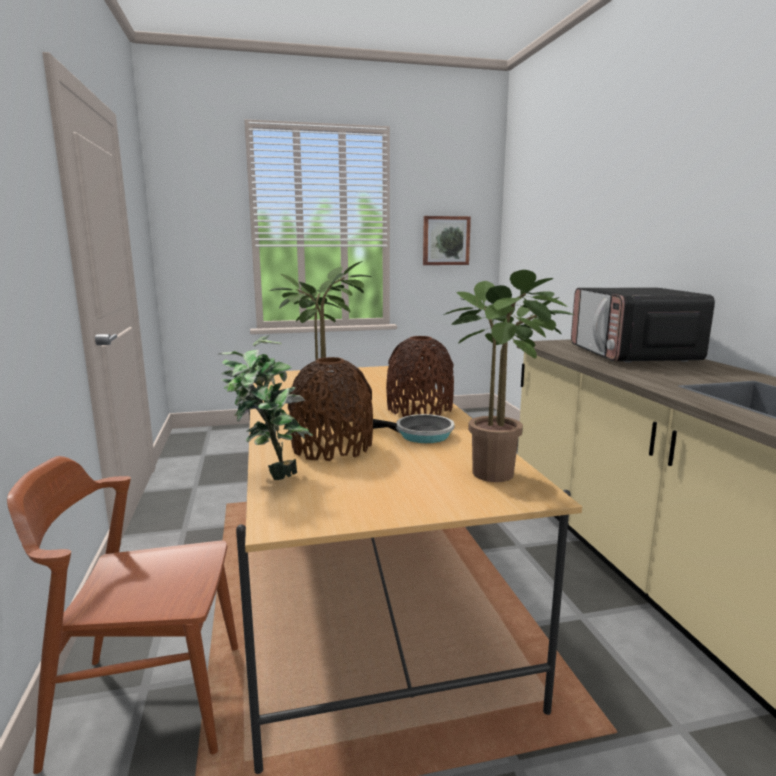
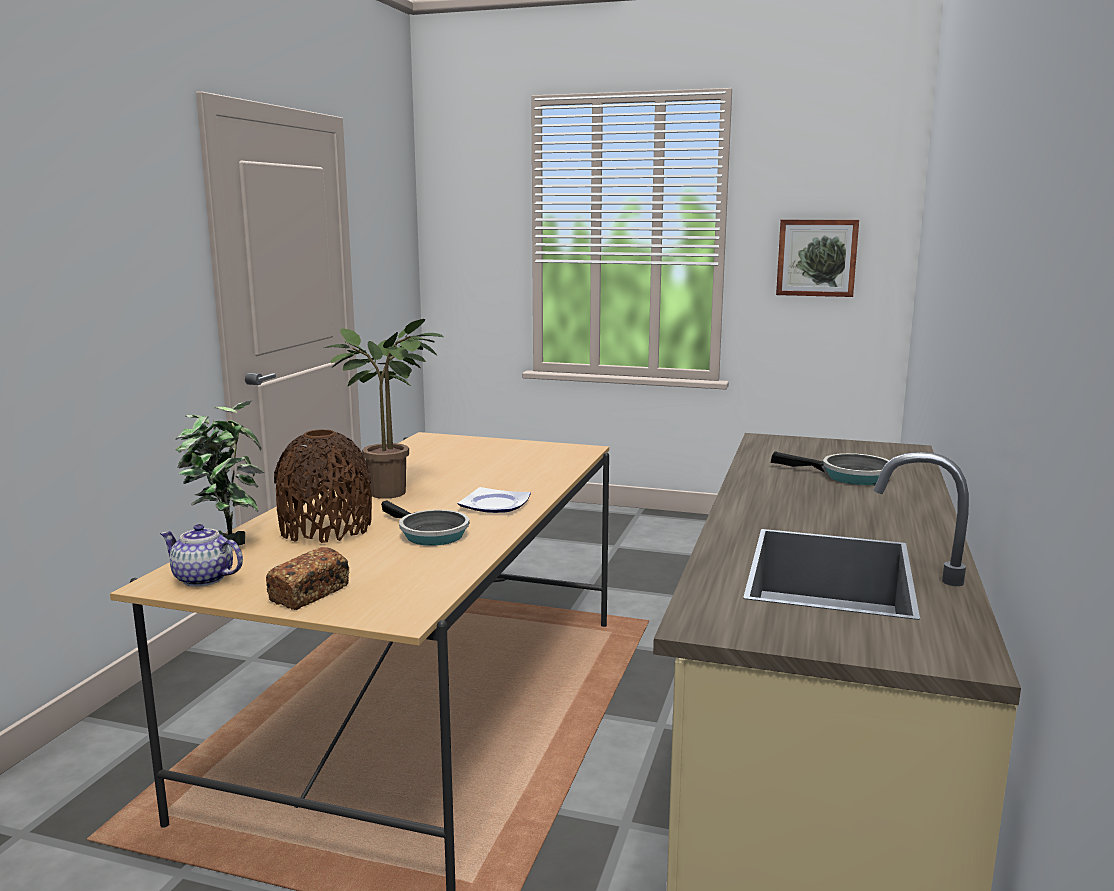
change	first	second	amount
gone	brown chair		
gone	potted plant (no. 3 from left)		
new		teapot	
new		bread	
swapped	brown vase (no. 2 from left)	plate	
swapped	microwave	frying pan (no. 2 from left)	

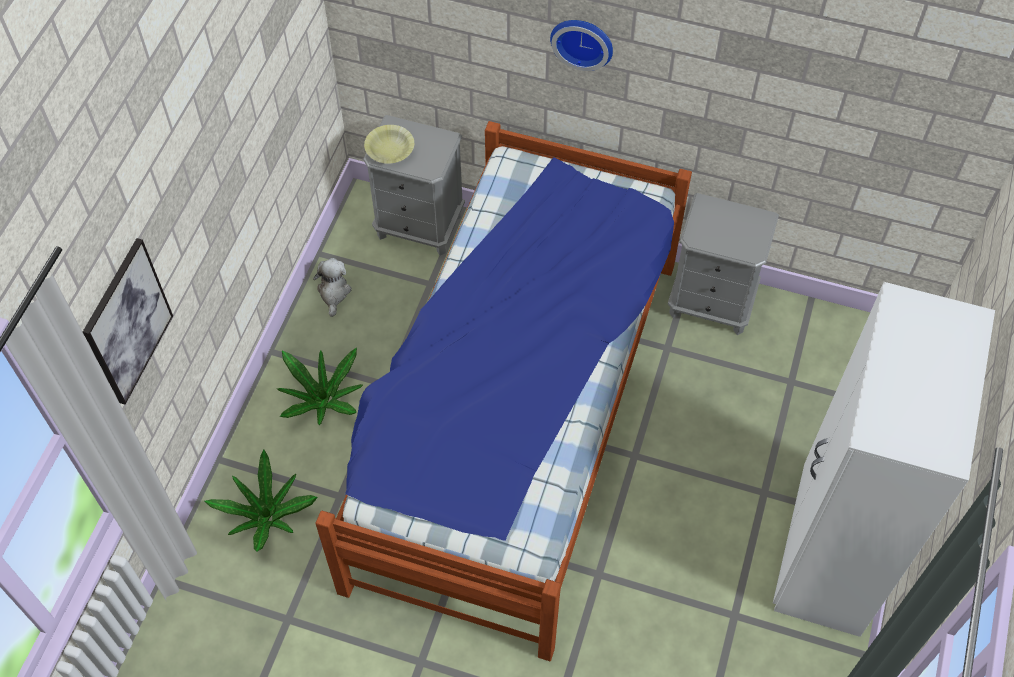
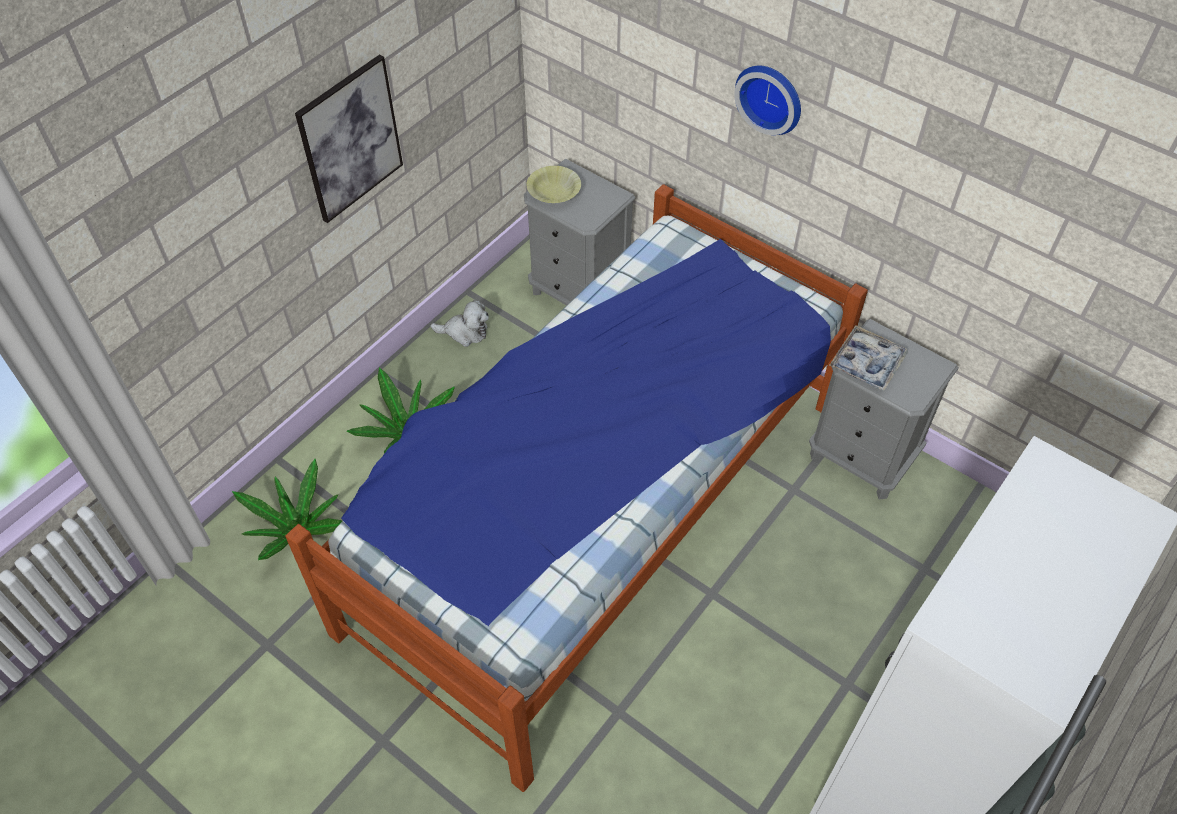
change	first	second	amount
new		tray	
shifted	picture		
rotated	plush toy		75 degrees clockwise

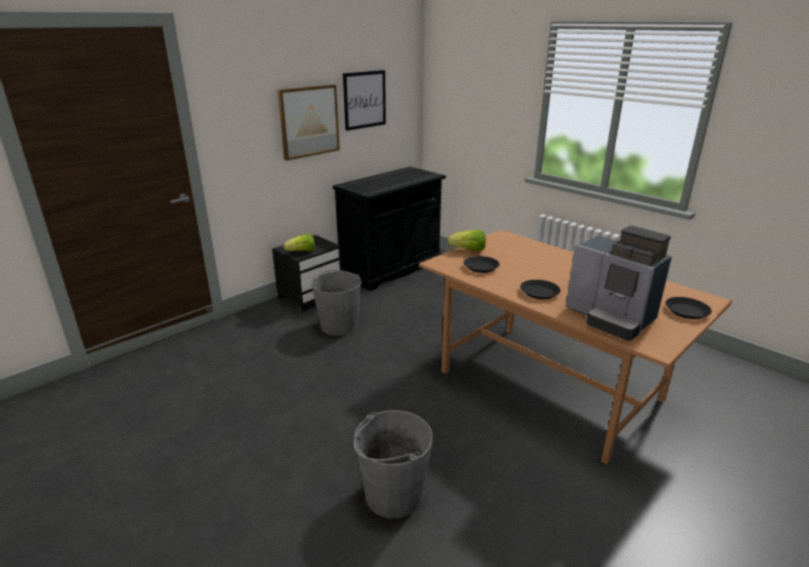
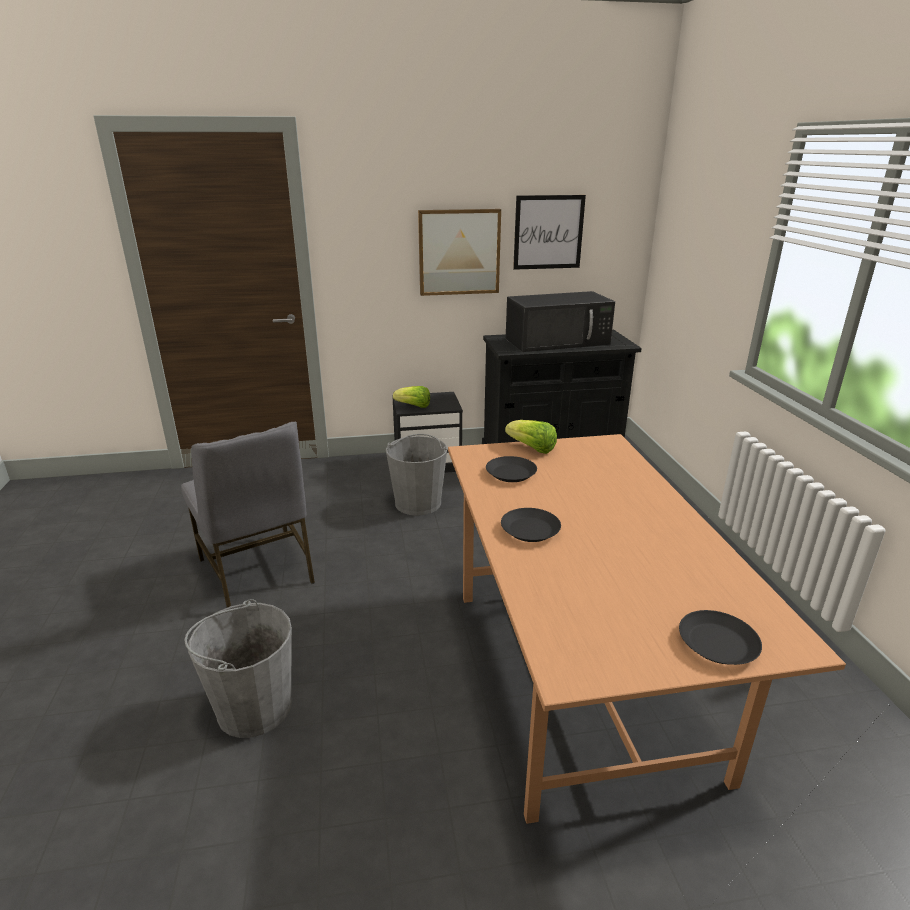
change	first	second	amount
gone	coffee machine		
new		grey chair	
new		black microwave	

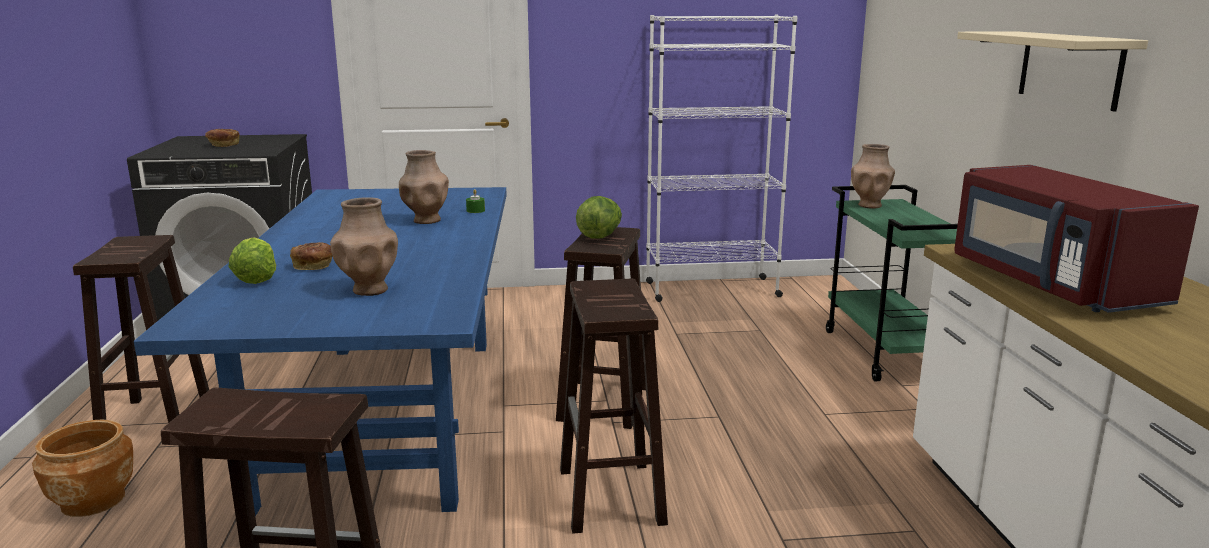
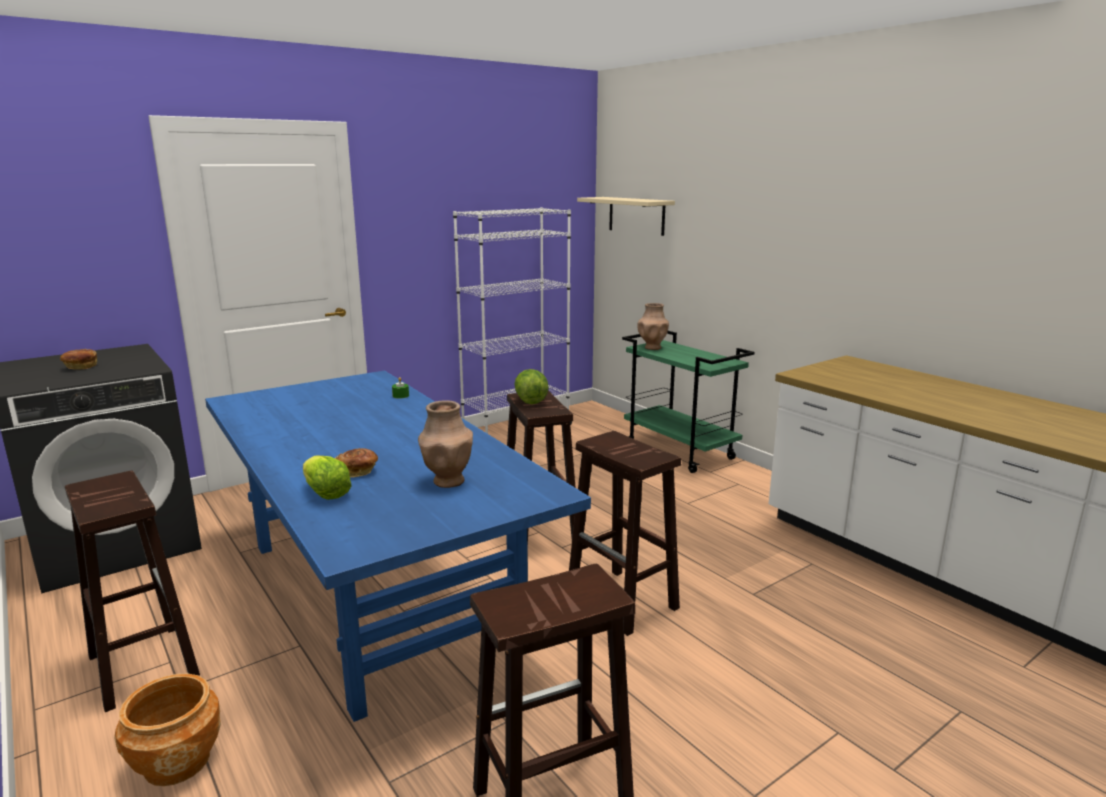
change	first	second	amount
gone	brown vase (no. 2 from left)		
gone	red microwave		
shifted	beige shelf		

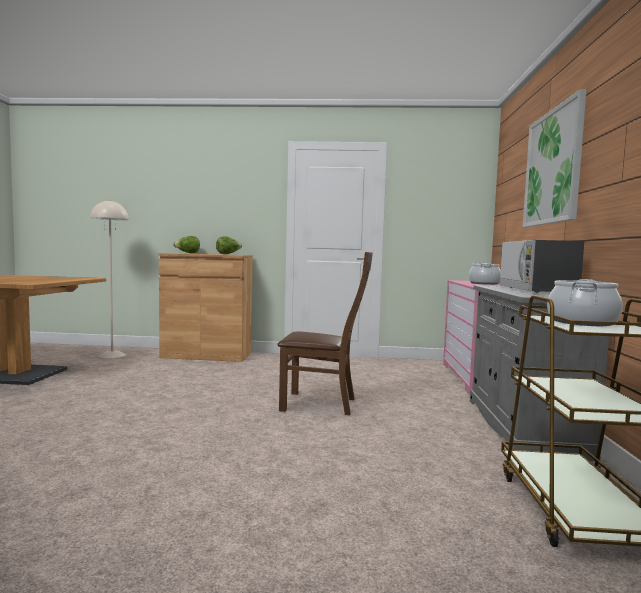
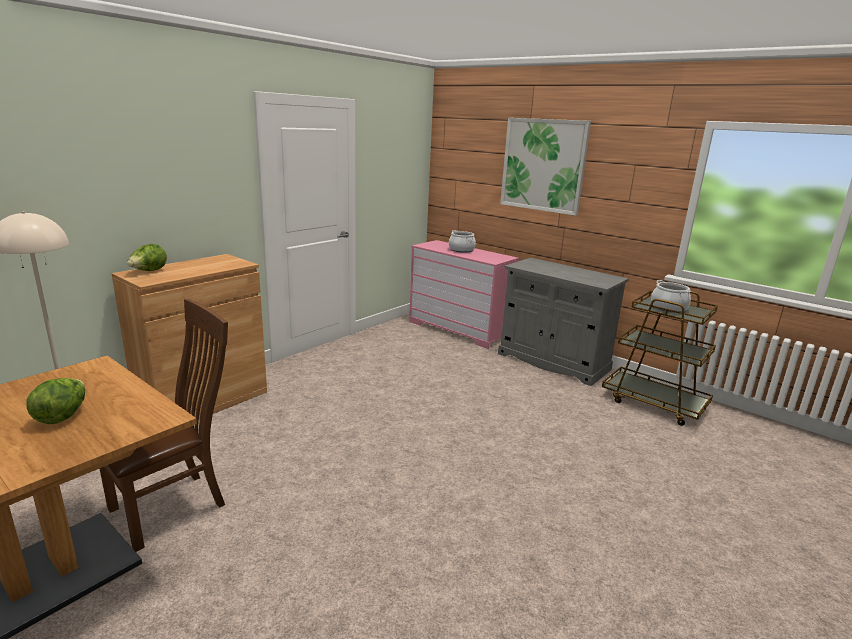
change	first	second	amount
gone	microwave		
shifted	lettuce (no. 2 from left in the first image)	lettuce (no. 1 from left)	
shifted	brown chair		

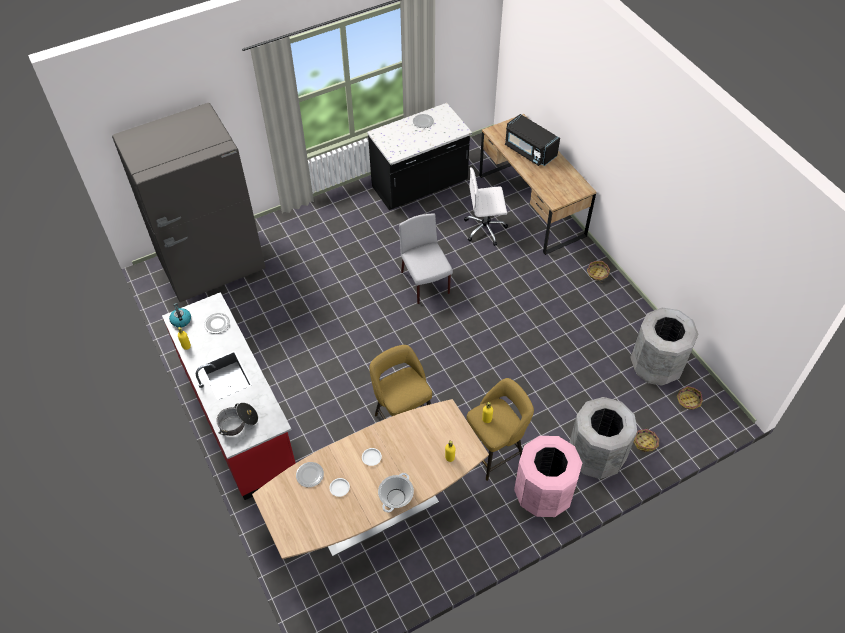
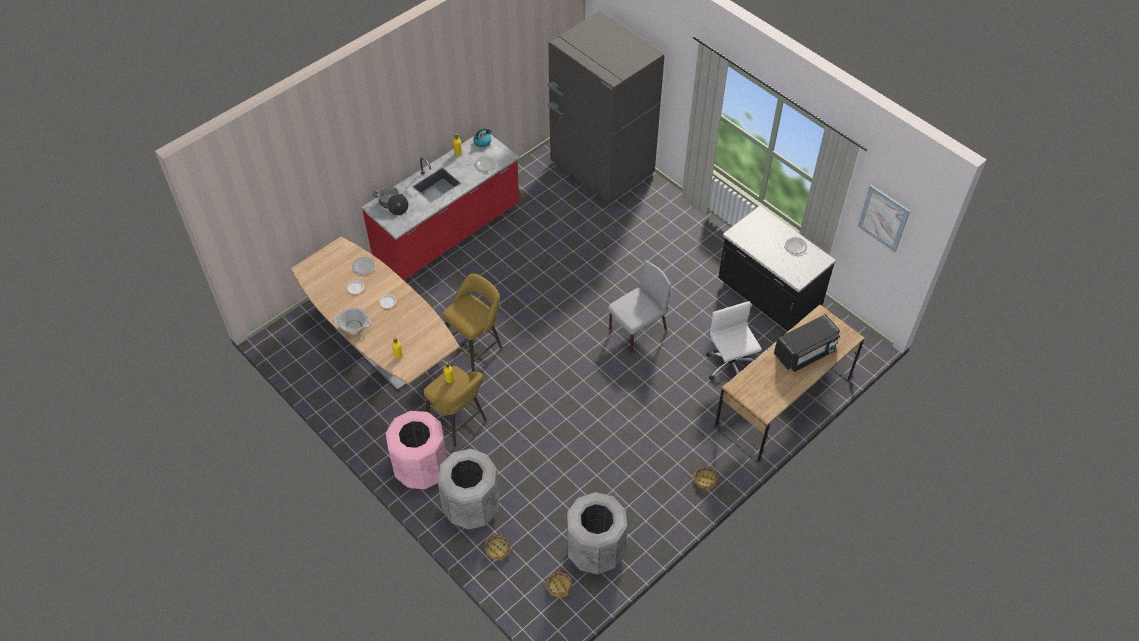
change	first	second	amount
new		picture	
rotated	black microwave		150 degrees counterclockwise

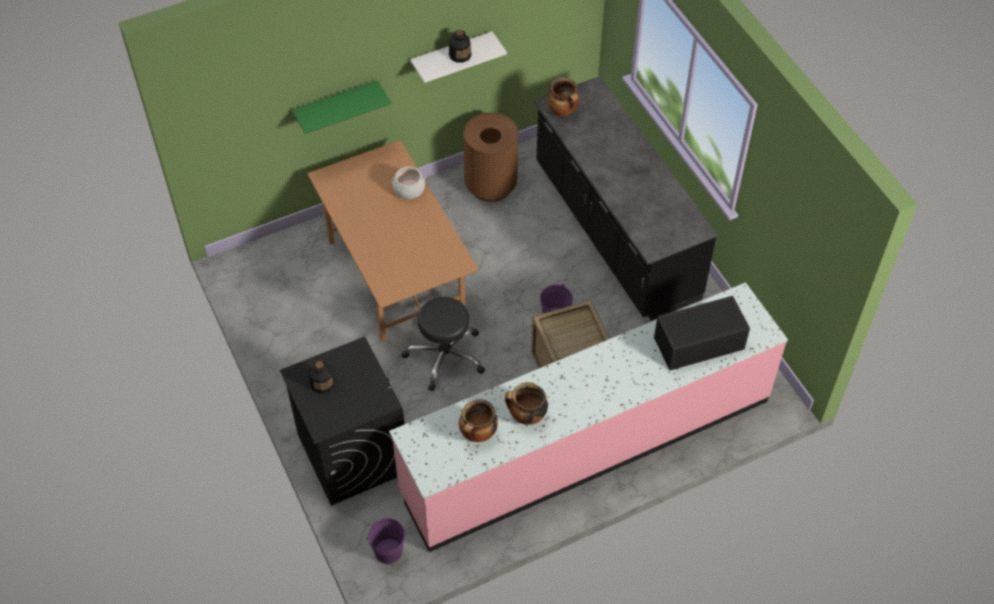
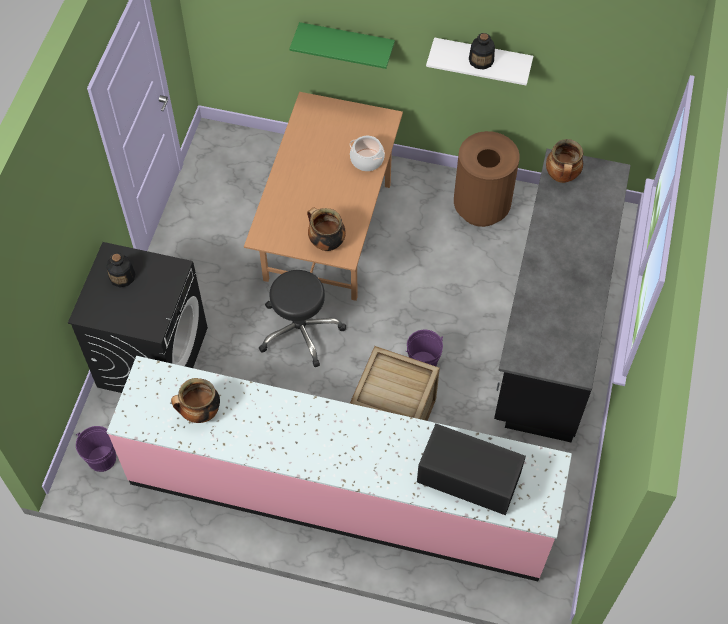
change	first	second	amount
shifted	cooking pot (no. 3 from left in the first image)	cooking pot (no. 2 from left)	

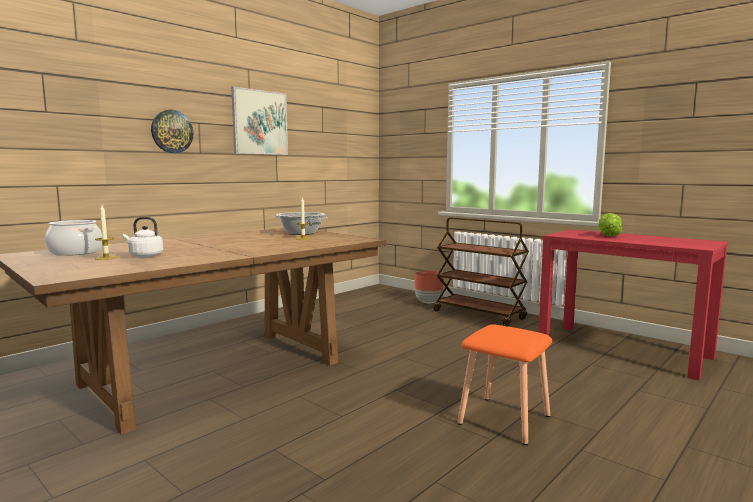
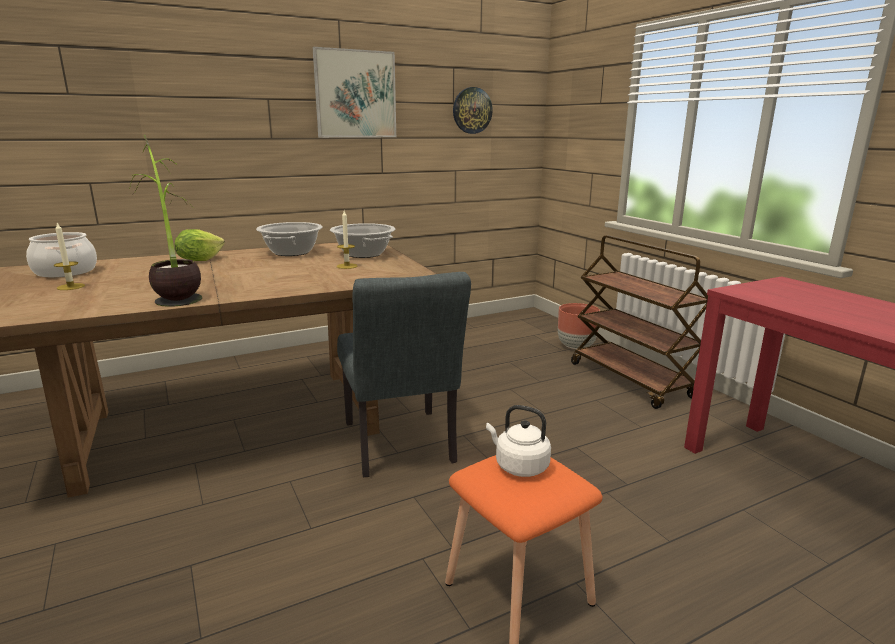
change	first	second	amount
new		potted plant	
new		cooking pot (no. 2 from left)	
new		grey chair	
shifted	white kettle		
shifted	wall clock		
shifted	lettuce		

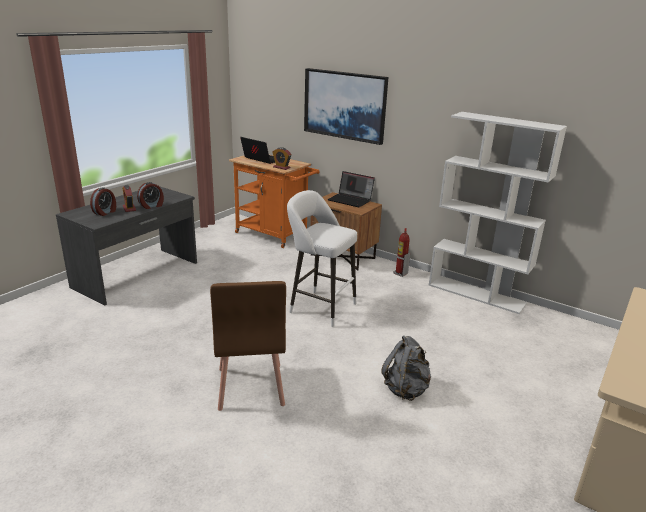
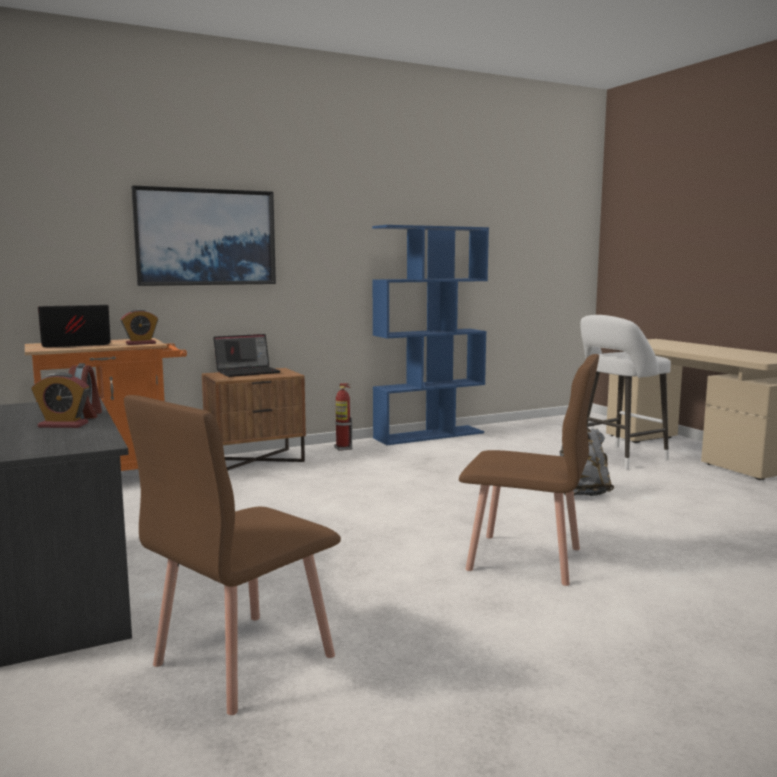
change	first	second	amount
gone	alarm clock (no. 1 from left)		
new		brown chair (no. 1 from left)	
shifted	white stool		
repainted	white bookcase	blue bookcase	

